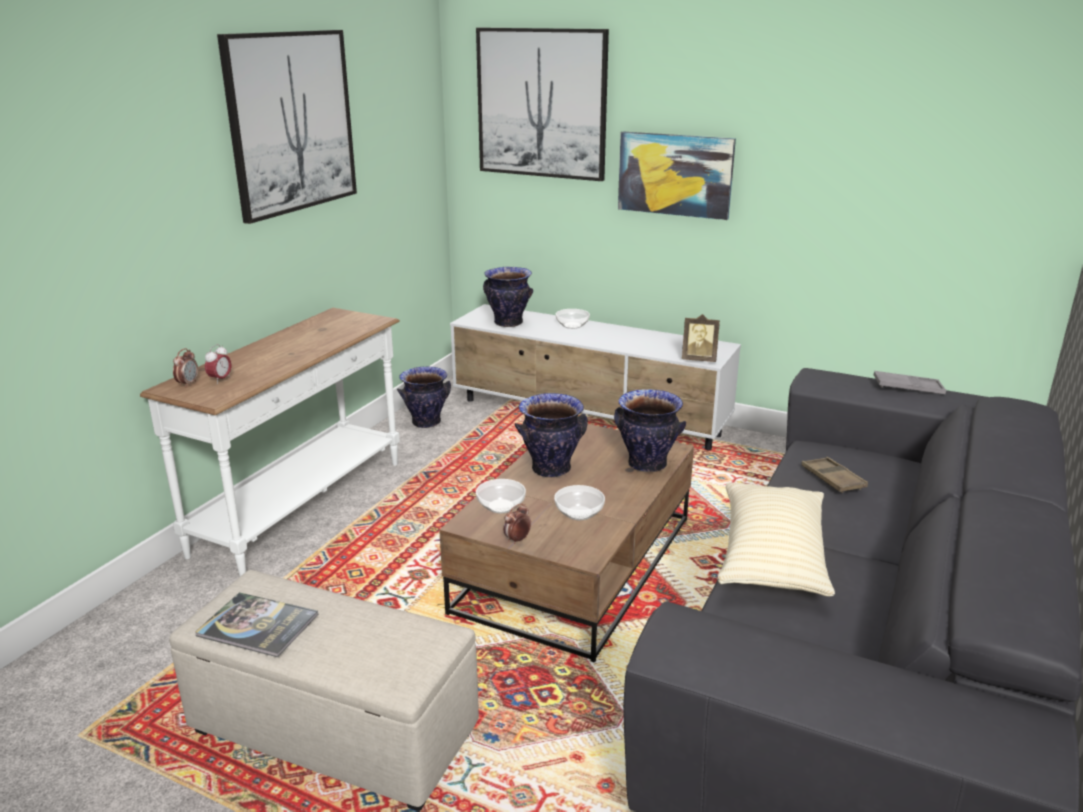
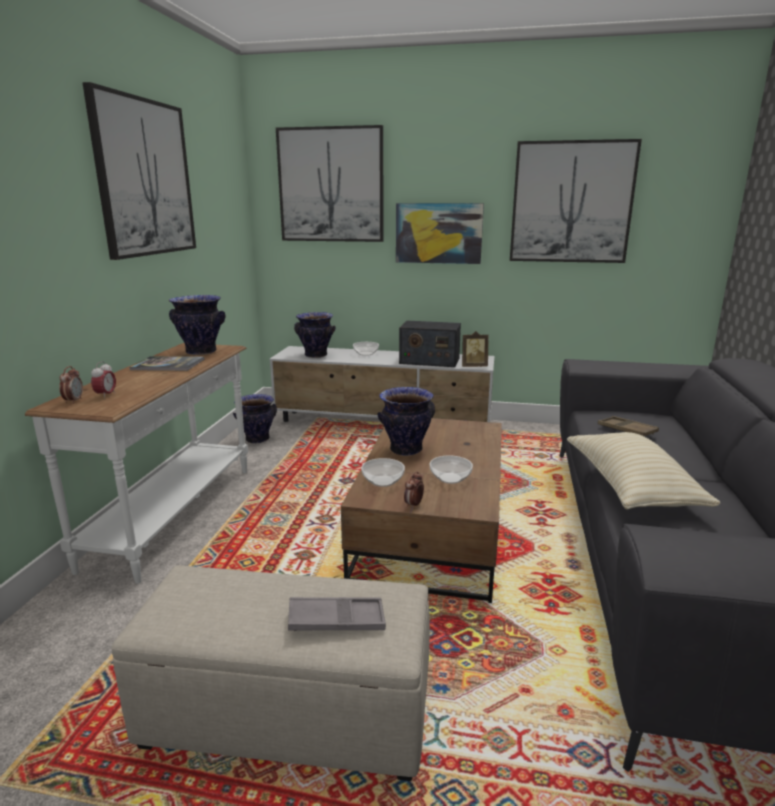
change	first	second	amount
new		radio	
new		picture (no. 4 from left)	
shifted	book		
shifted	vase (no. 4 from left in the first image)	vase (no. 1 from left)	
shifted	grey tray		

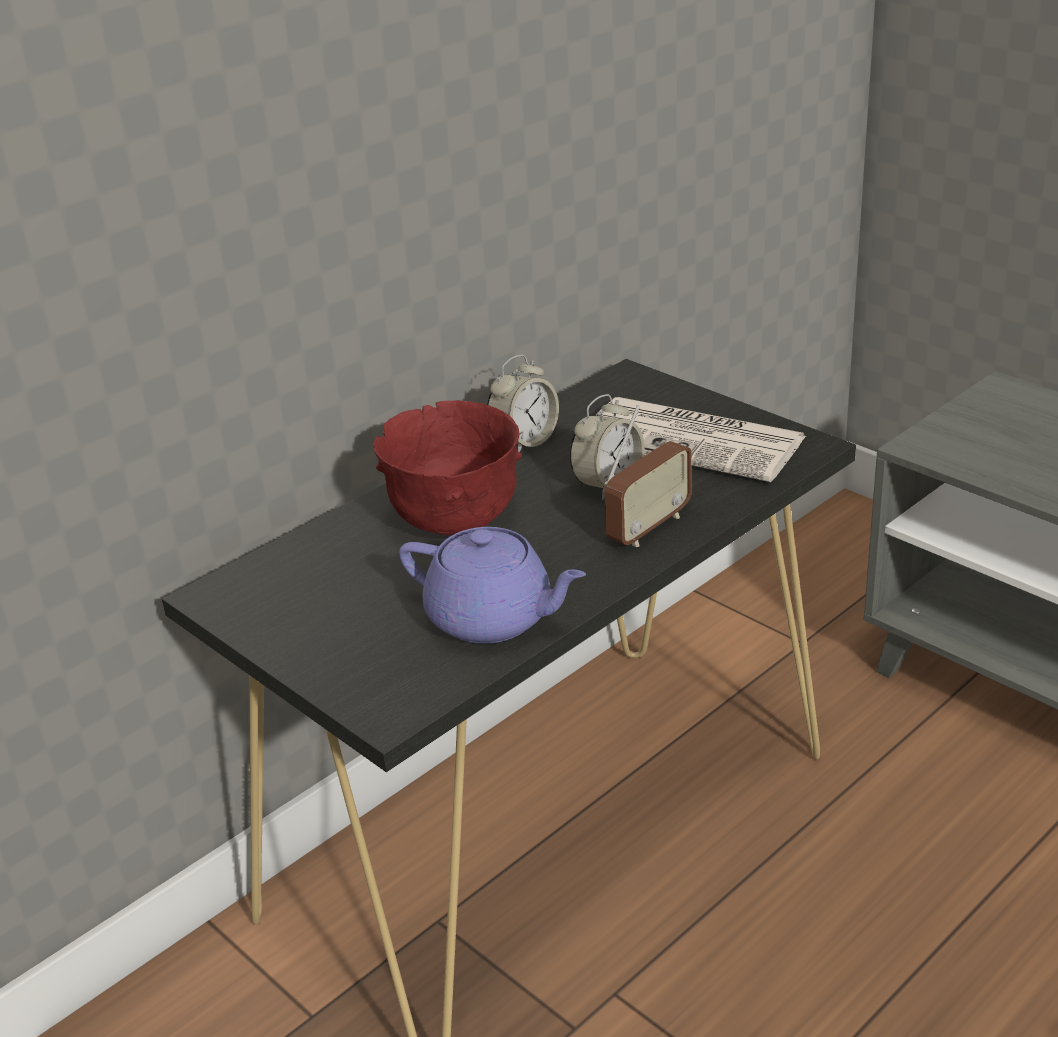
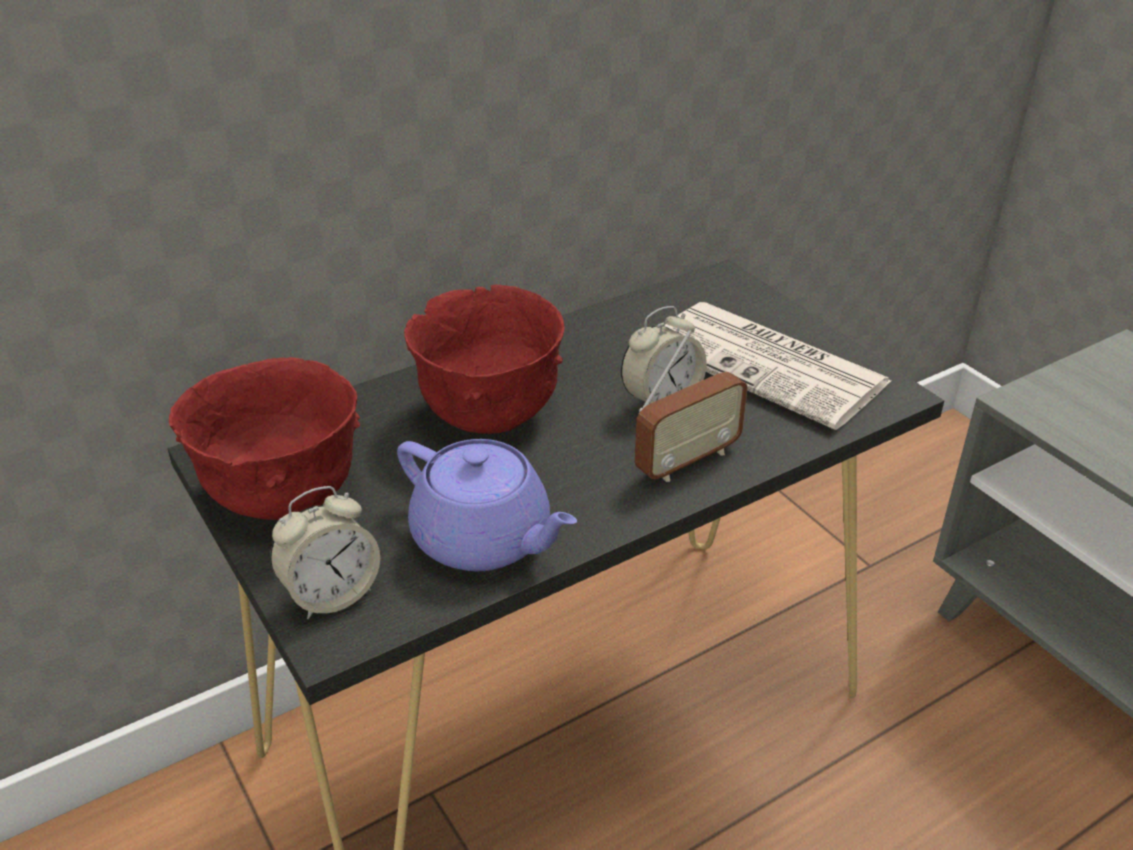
change	first	second	amount
new		red bowl (no. 1 from left)	
shifted	alarm clock (no. 1 from left)		

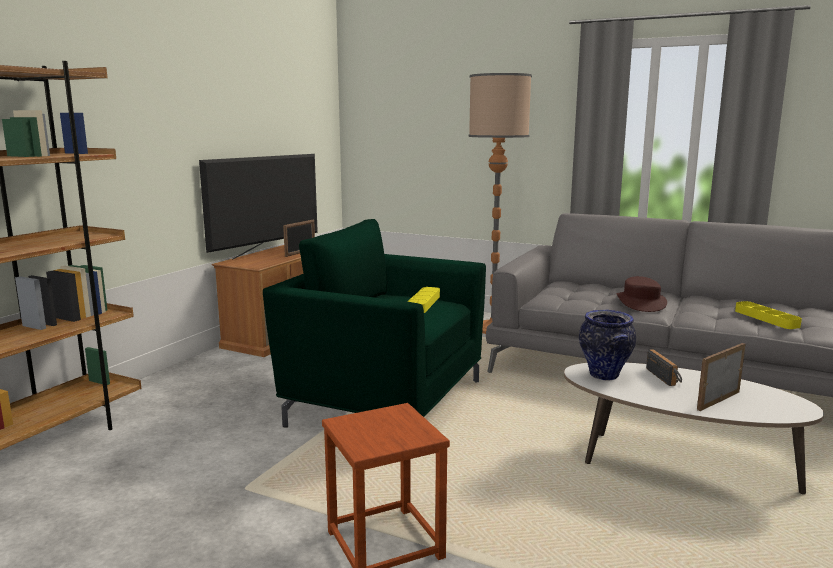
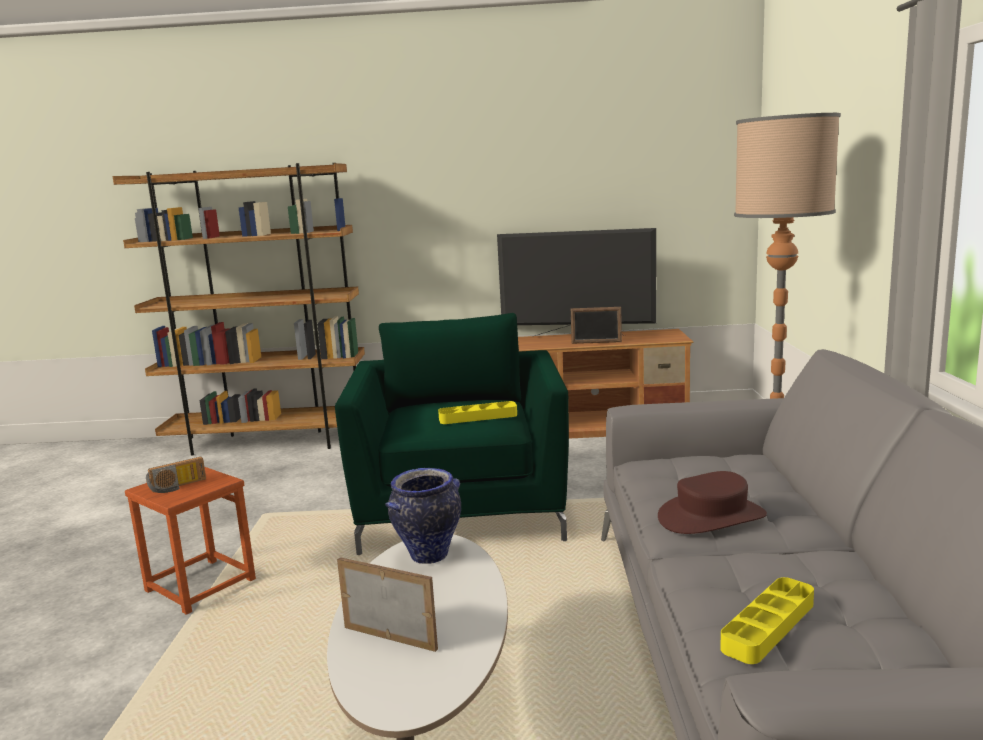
change	first	second	amount
shifted	radio		

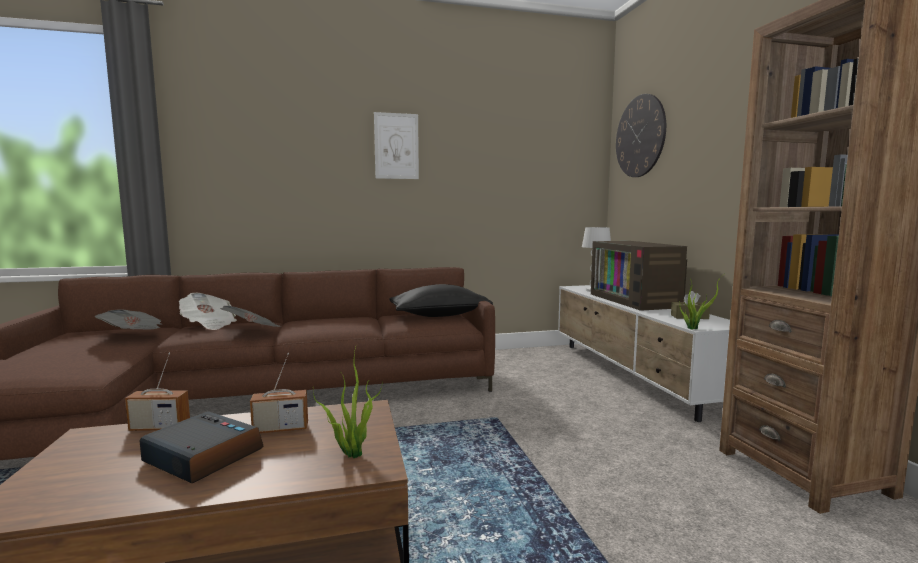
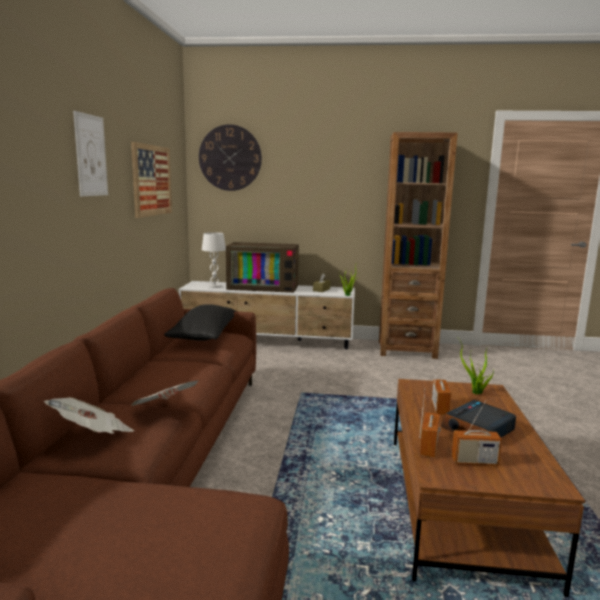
change	first	second	amount
gone	newspaper (no. 1 from left)		
new		picture (no. 2 from left)	
new		radio (no. 3 from left)	

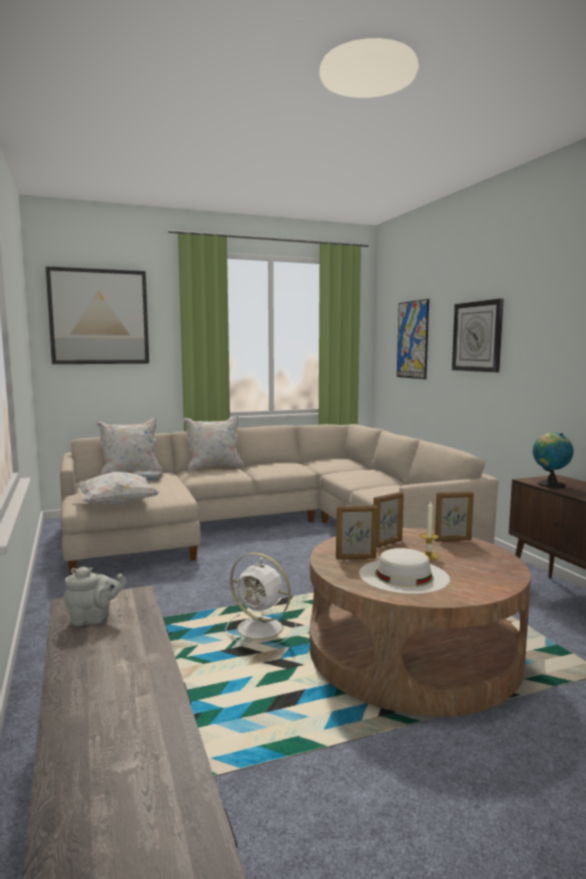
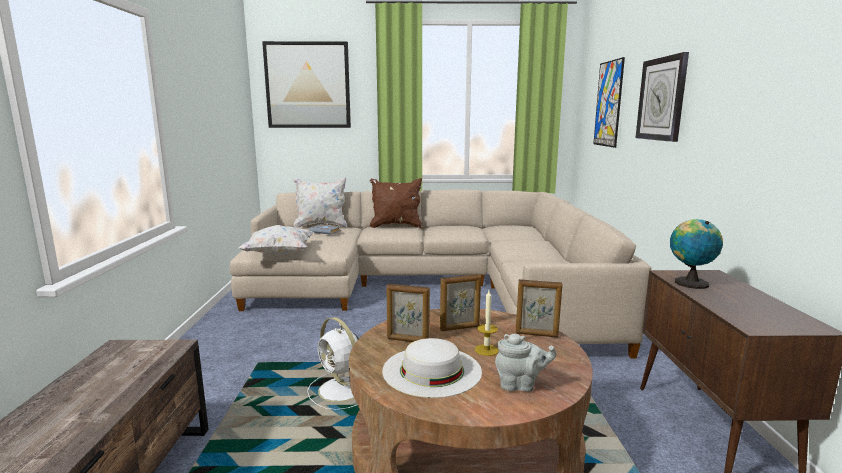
change	first	second	amount
shifted	grey teapot		
repainted	white pillow (no. 3 from left)	brown pillow	

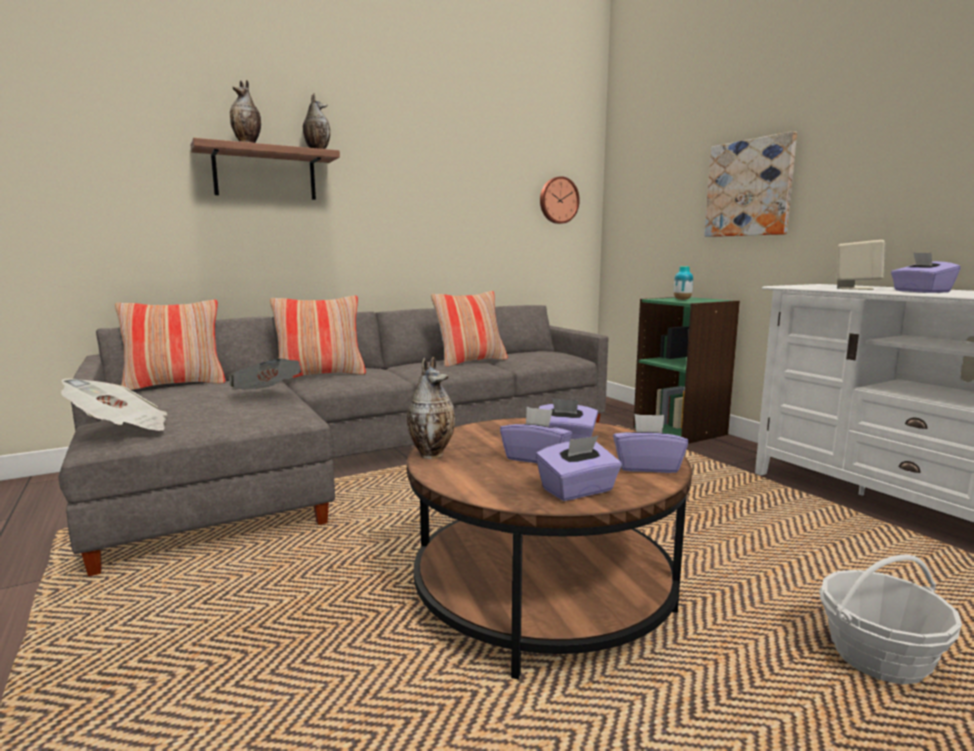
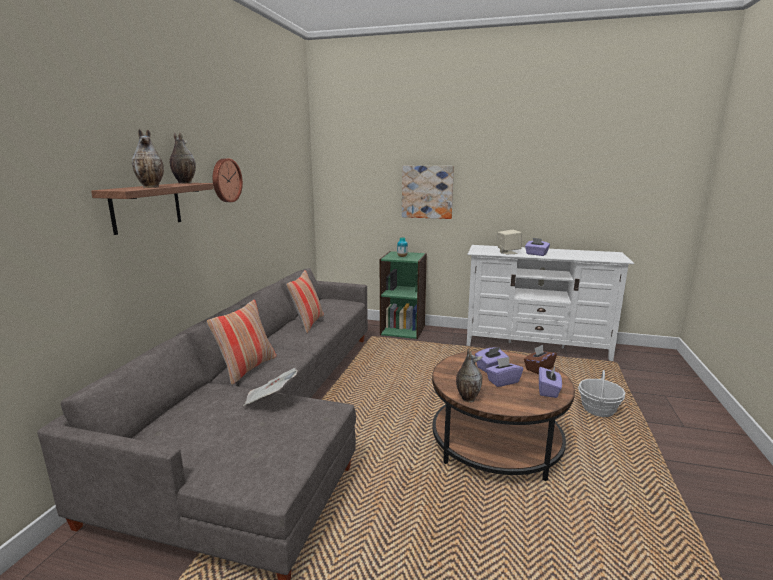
change	first	second	amount
gone	newspaper (no. 1 from left)		
gone	pillow (no. 1 from left)		
shifted	wall clock		
repainted	purple tissue box (no. 4 from left)	brown tissue box	

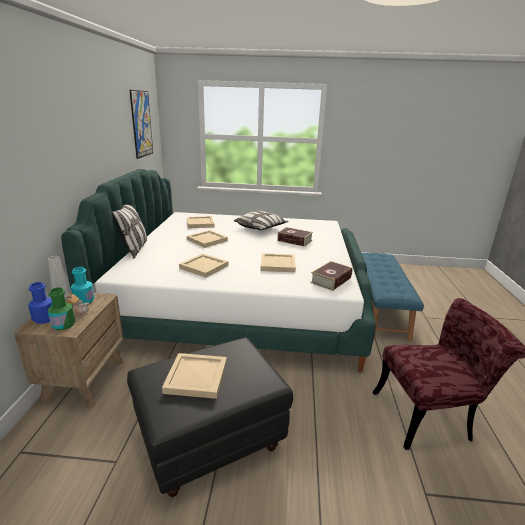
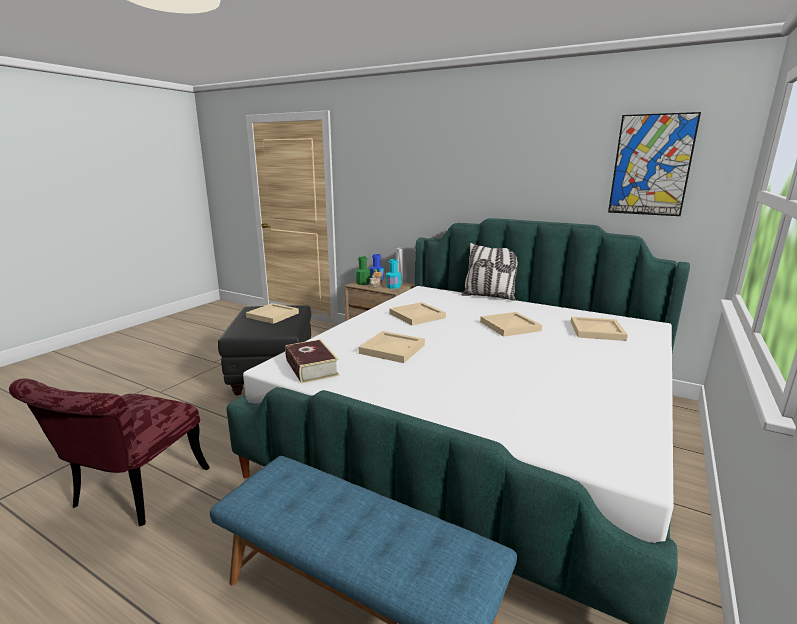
change	first	second	amount
gone	pillow (no. 2 from left)		
gone	book (no. 1 from left)		

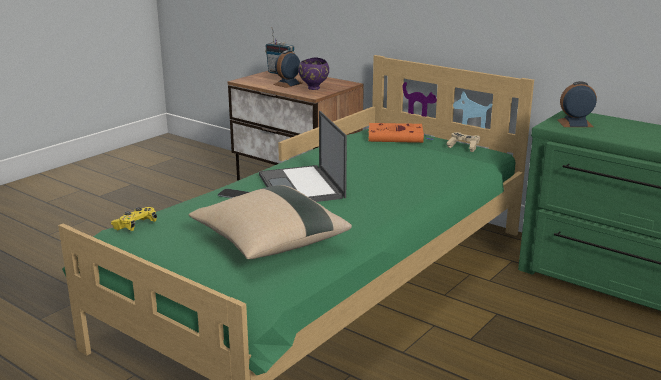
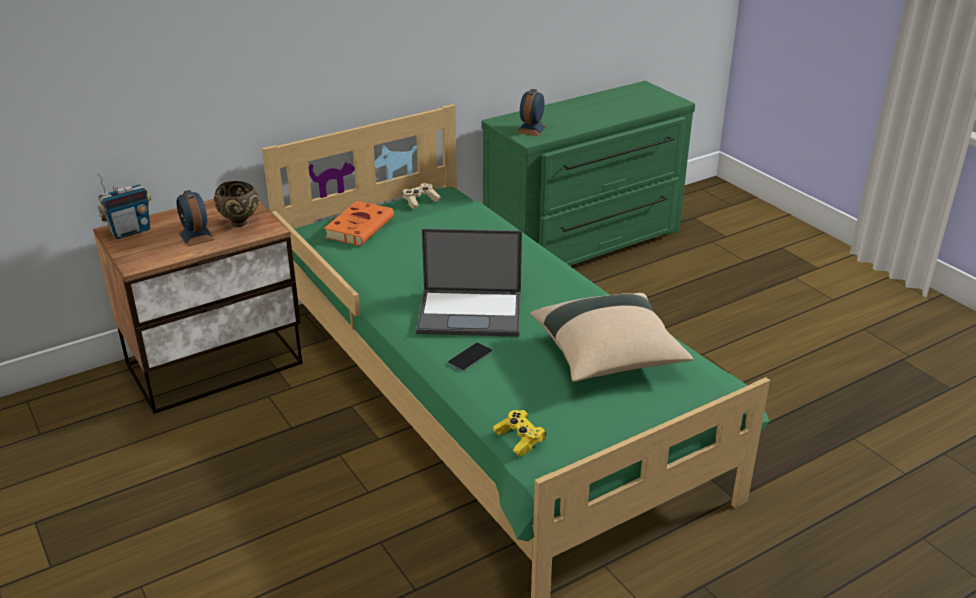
change	first	second	amount
repainted	purple bowl	brown bowl	

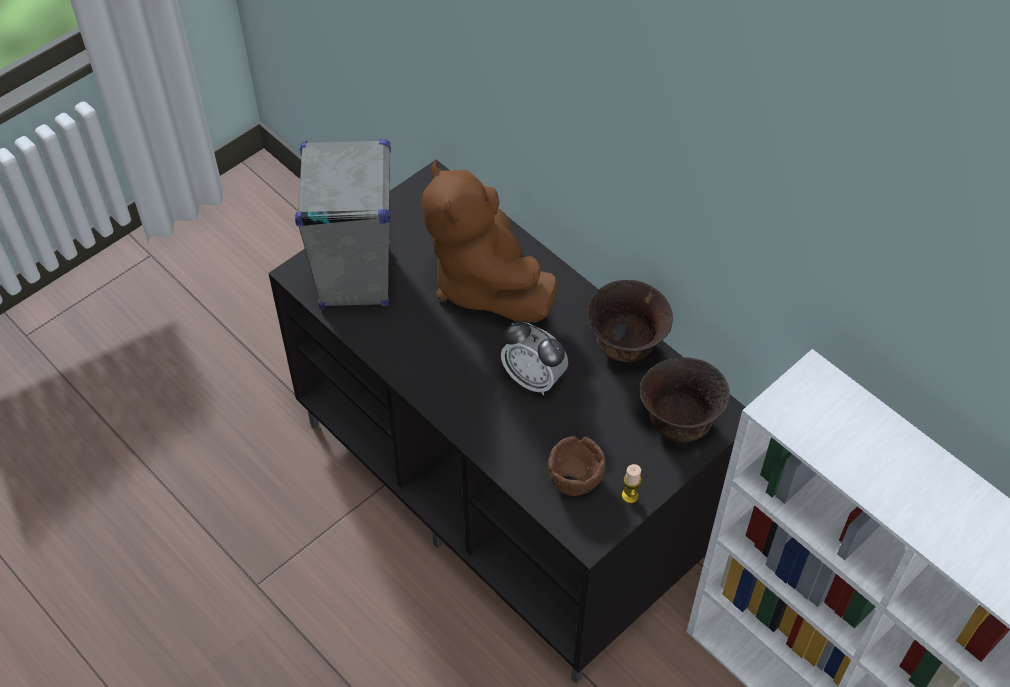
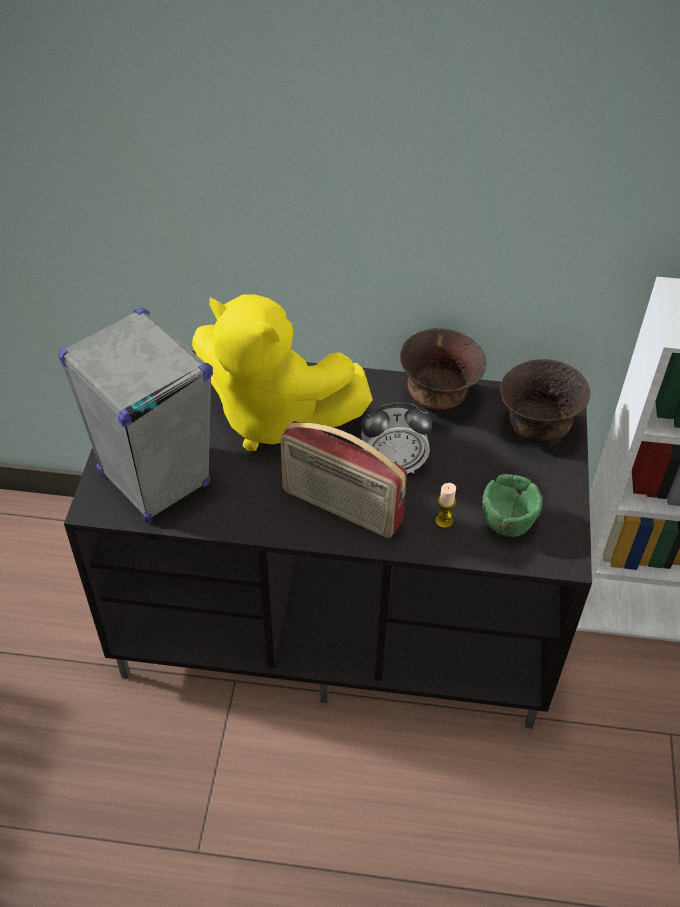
change	first	second	amount
new		radio	
shifted	candle		
repainted	brown plush toy	yellow plush toy	
repainted	brown bowl (no. 1 from left)	green bowl	

